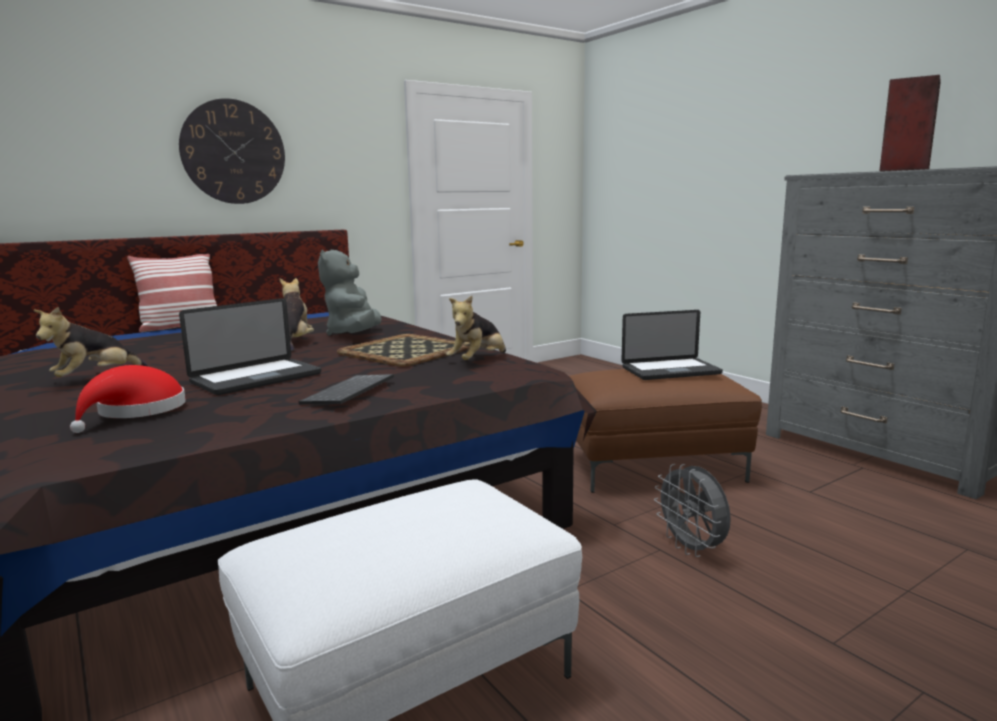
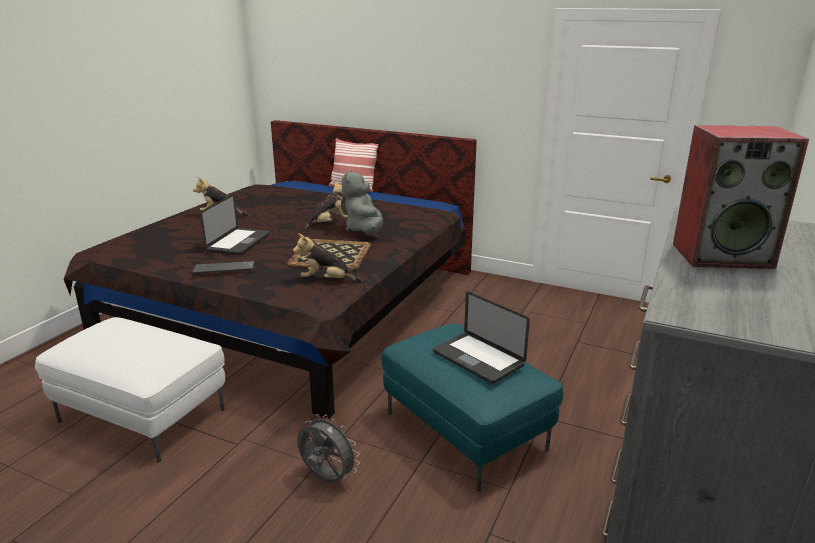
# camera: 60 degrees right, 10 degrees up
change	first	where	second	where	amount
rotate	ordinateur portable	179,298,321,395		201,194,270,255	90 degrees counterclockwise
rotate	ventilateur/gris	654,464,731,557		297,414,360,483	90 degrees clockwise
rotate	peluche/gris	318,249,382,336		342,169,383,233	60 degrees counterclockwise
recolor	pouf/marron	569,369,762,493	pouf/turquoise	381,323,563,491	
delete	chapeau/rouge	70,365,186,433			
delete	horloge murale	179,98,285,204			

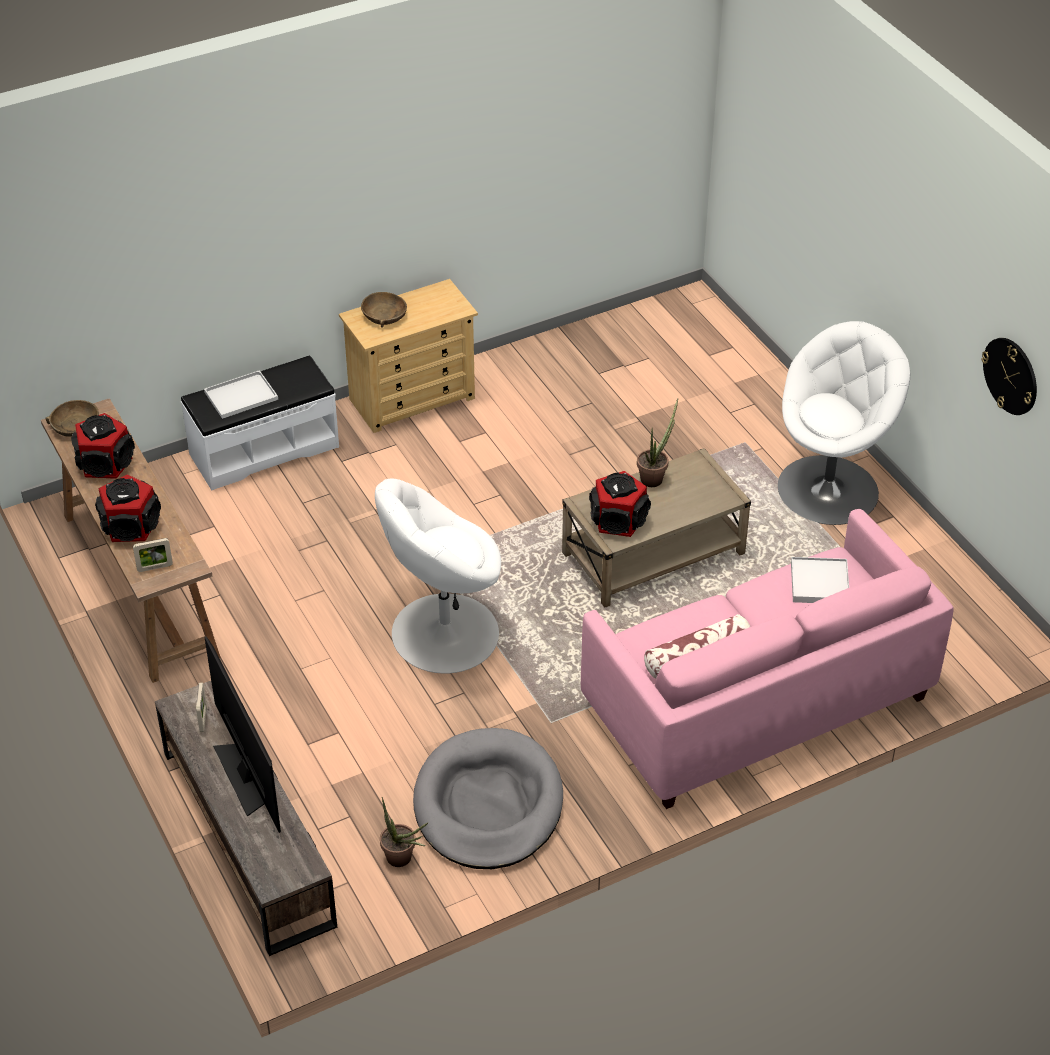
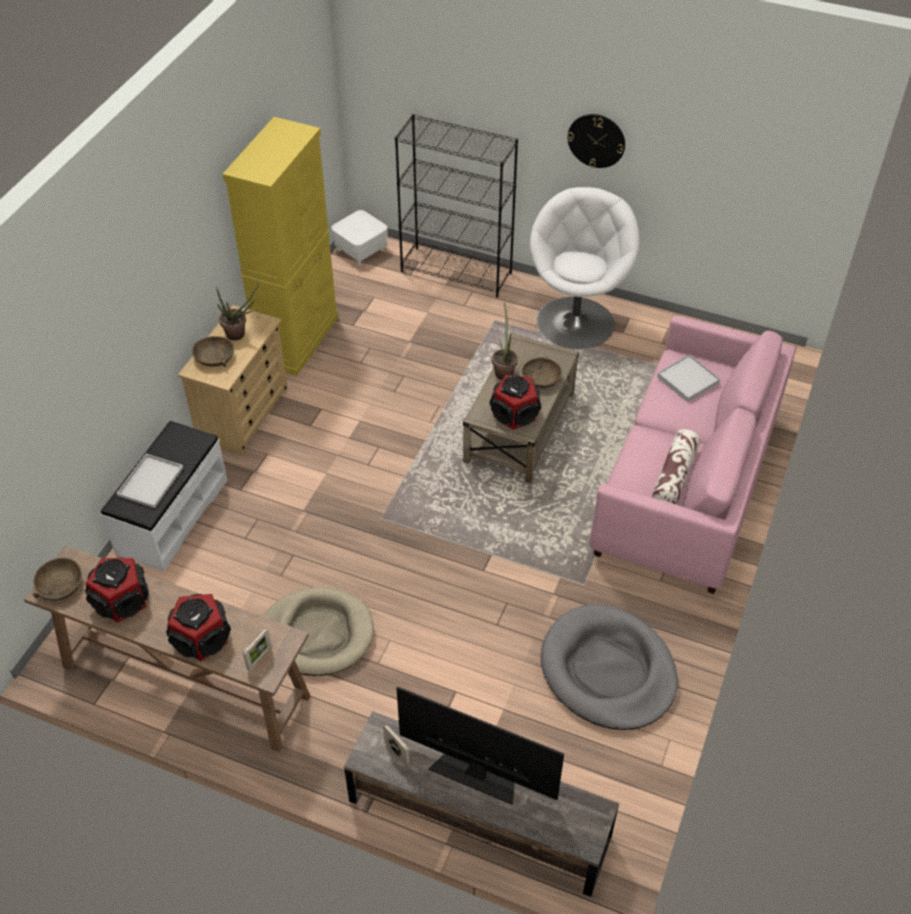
# camera: 40 degrees left, 5 degrees up
change	first	where	second	where	amount
move	plante en pot	380,797,428,867		216,283,259,341	
insert			meuble de rangement/jaune	222,117,338,376	
insert			panier pour chien/beige	264,587,374,676	
insert			pouf/blanc	331,210,388,265	
insert			bibliothèque/noir	395,114,518,298	
insert			bol/marron	522,356,562,388	
move	horloge murale	981,338,1037,415		567,114,625,168	
delete	fauteuil/blanc	375,479,501,674			

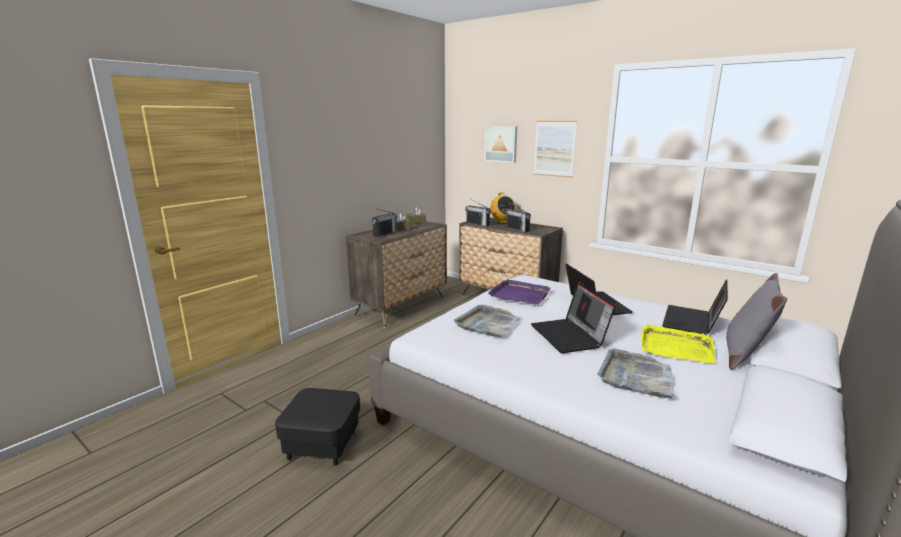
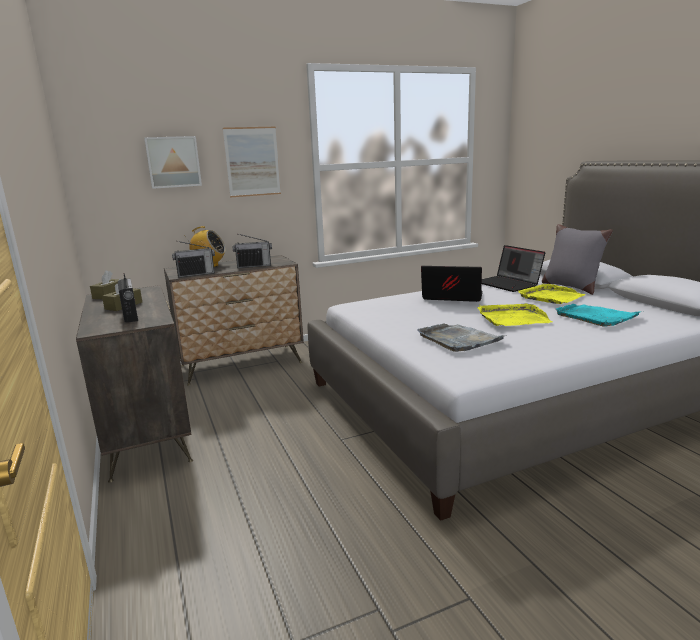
# camera: 60 degrees left, 0 degrees up
change	first	where	second	where	amount
replace	ordinateur portable	531,283,615,353	plateau/jaune	477,303,552,326	
recolor	plateau/gris	597,349,675,399	plateau/turquoise	555,304,642,327	
delete	pouf/noir	275,388,360,466			
delete	plateau/violet	488,279,551,304			

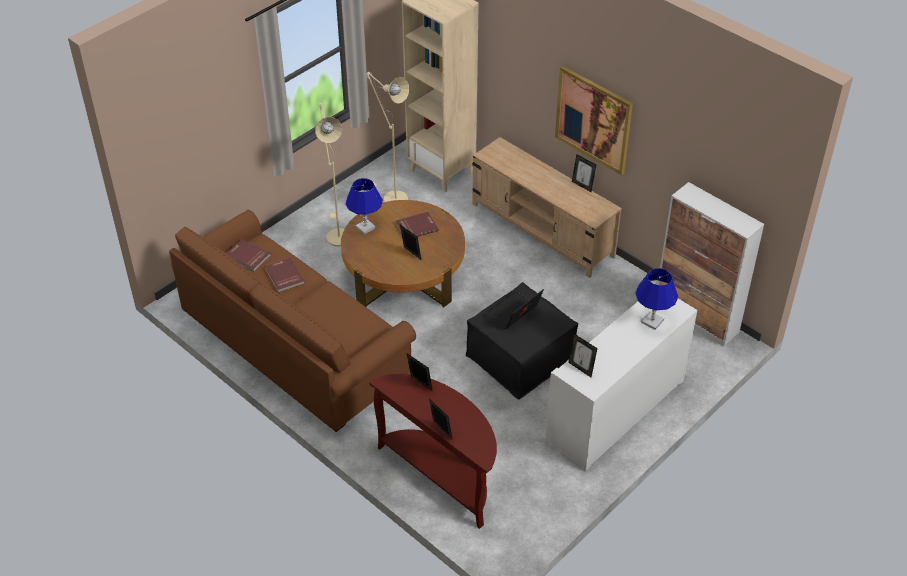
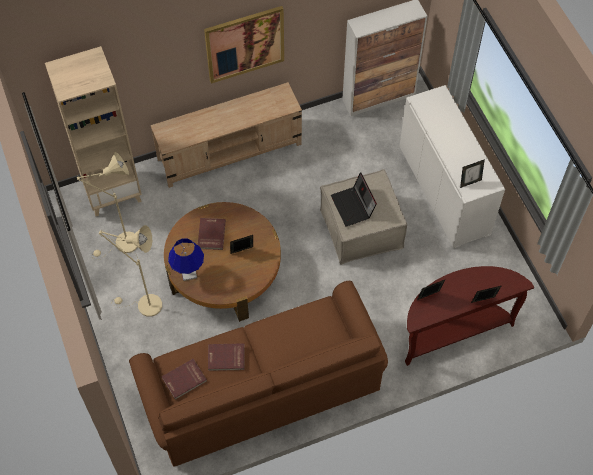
# camera: 65 degrees left, 15 degrees up
change	first	where	second	where	amount
recolor	pouf/noir	466,282,578,399	pouf/beige	320,169,407,265	
delete	cadre photo	572,154,596,192			
delete	lampe de table/bleu	635,268,678,330			

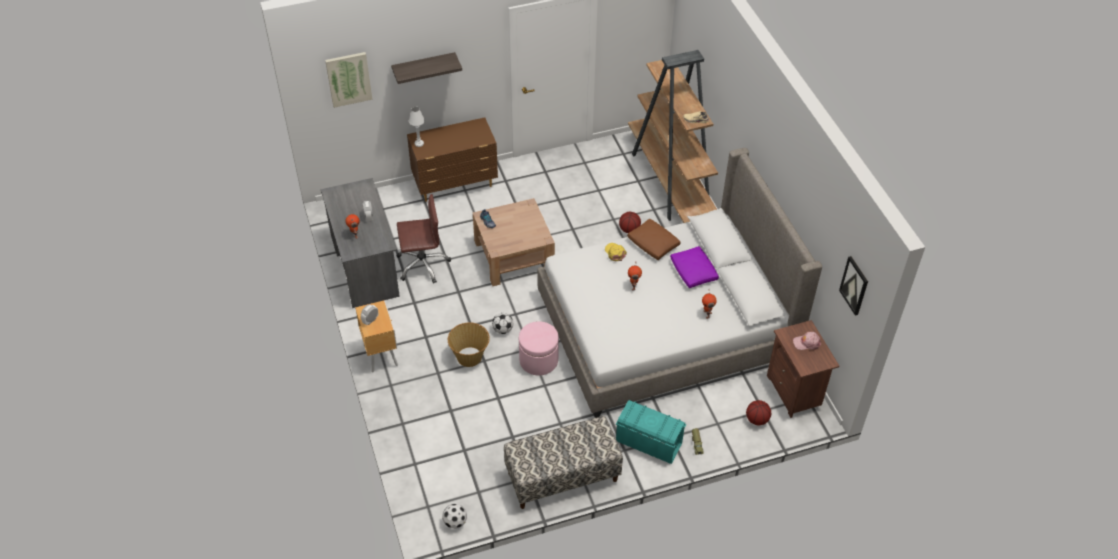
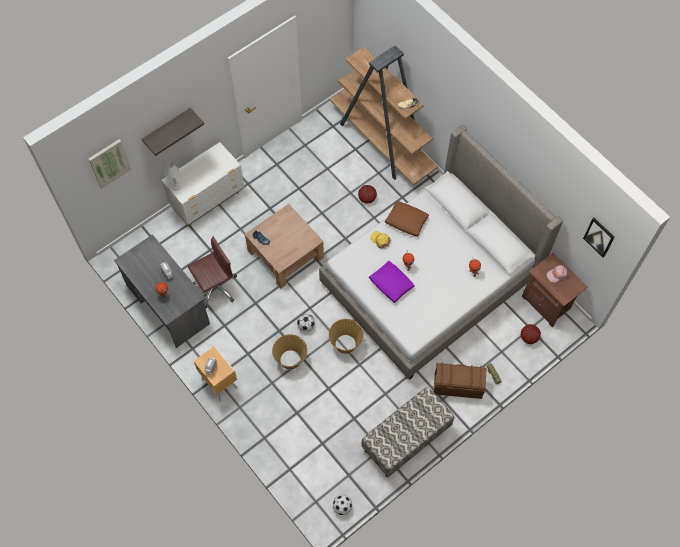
# camera: 20 degrees left, 15 degrees up
change	first	where	second	where	amount
recolor	commode/marron	407,117,498,202	commode/blanc	161,142,244,226	
replace	pouf/rose	519,321,559,375	panier	329,319,363,354	
move	coussin/violet	670,246,719,288		369,260,415,303	
recolor	boîte de rangement/turquoise	616,400,686,464	boîte de rangement/marron	434,362,487,399	

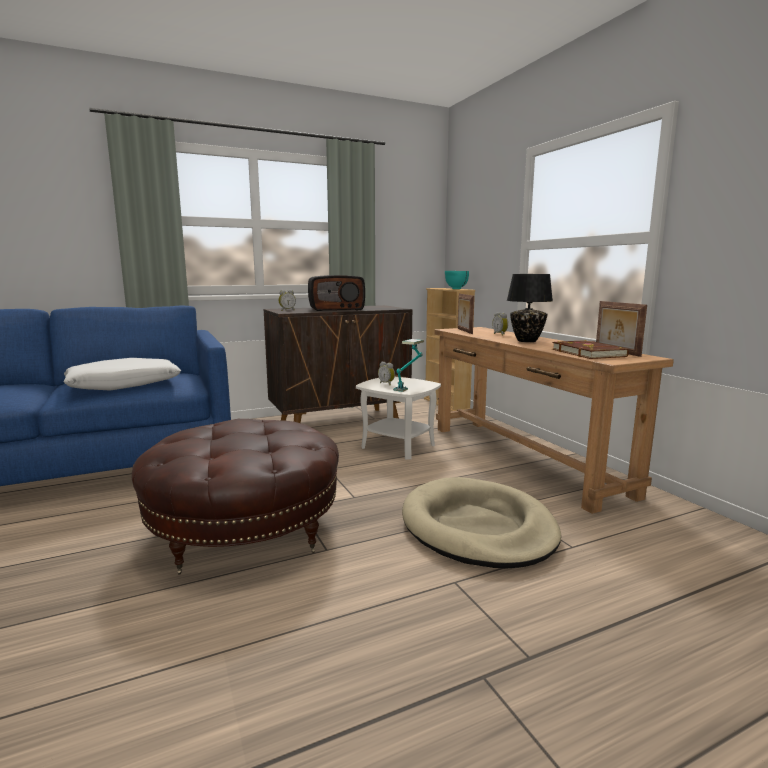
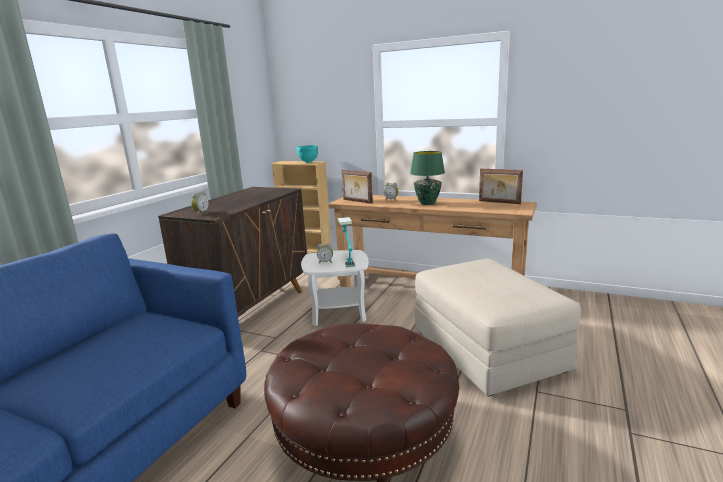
# camera: 40 degrees left, 5 degrees up
change	first	where	second	where	amount
recolor	lampe de table/noir	507,274,553,342	lampe de table/vert	410,151,445,205	
replace	panier pour chien/beige	402,477,561,568	pouf/beige	415,259,581,397	
delete	coussin/blanc	63,358,181,391			
delete	radio	308,275,365,311			
delete	livre/marron	552,340,629,359			

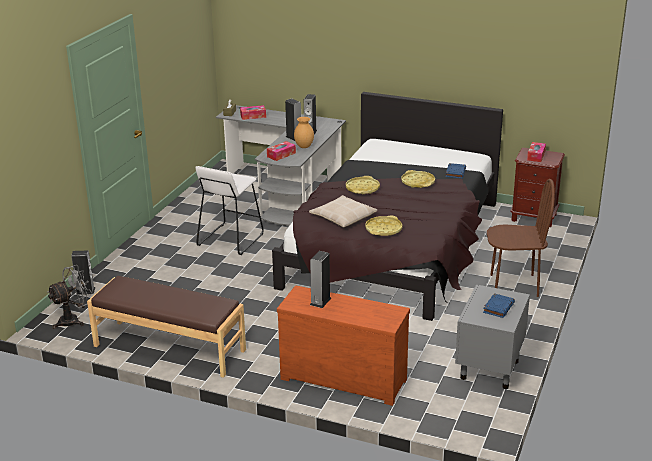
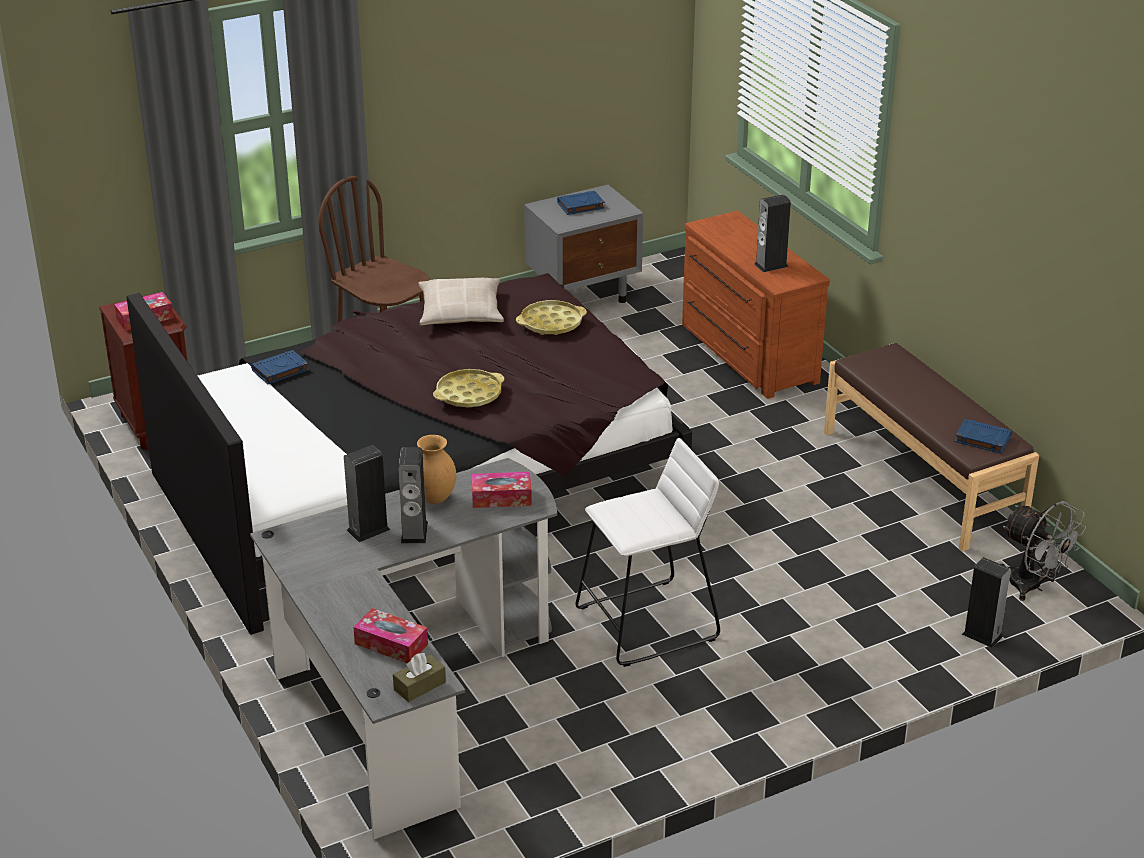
# camera: 140 degrees left, 5 degrees up
change	first	where	second	where	amount
move	coussin/beige	309,195,377,228		419,278,504,325	
insert			livre/bleu	955,419,1012,454	
rotate	ventilateur/gris	47,265,92,329		1001,501,1086,601	135 degrees counterclockwise
delete	plateau/jaune	401,170,435,188			

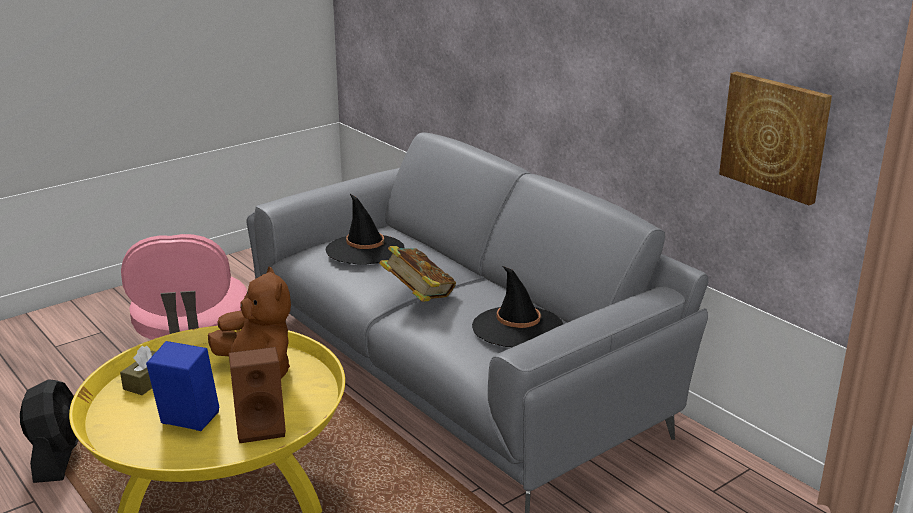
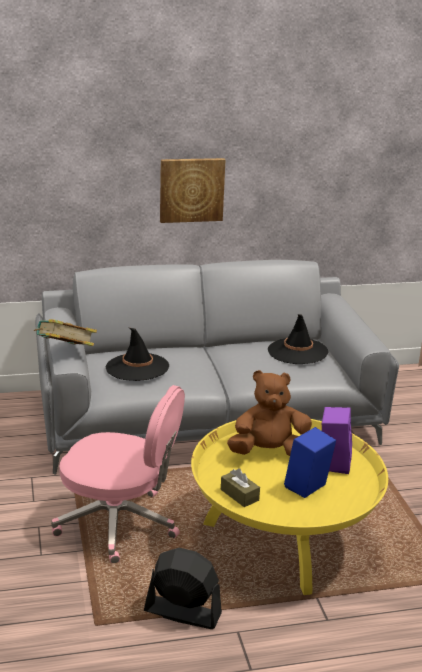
# camera: 65 degrees left, 0 degrees up
change	first	where	second	where	amount
move	livre	379,246,456,302		34,319,97,346	
move	tableau	719,72,832,205		160,158,225,223	
recolor	enceinte/marron	229,347,286,443	enceinte/violet	322,407,352,474	

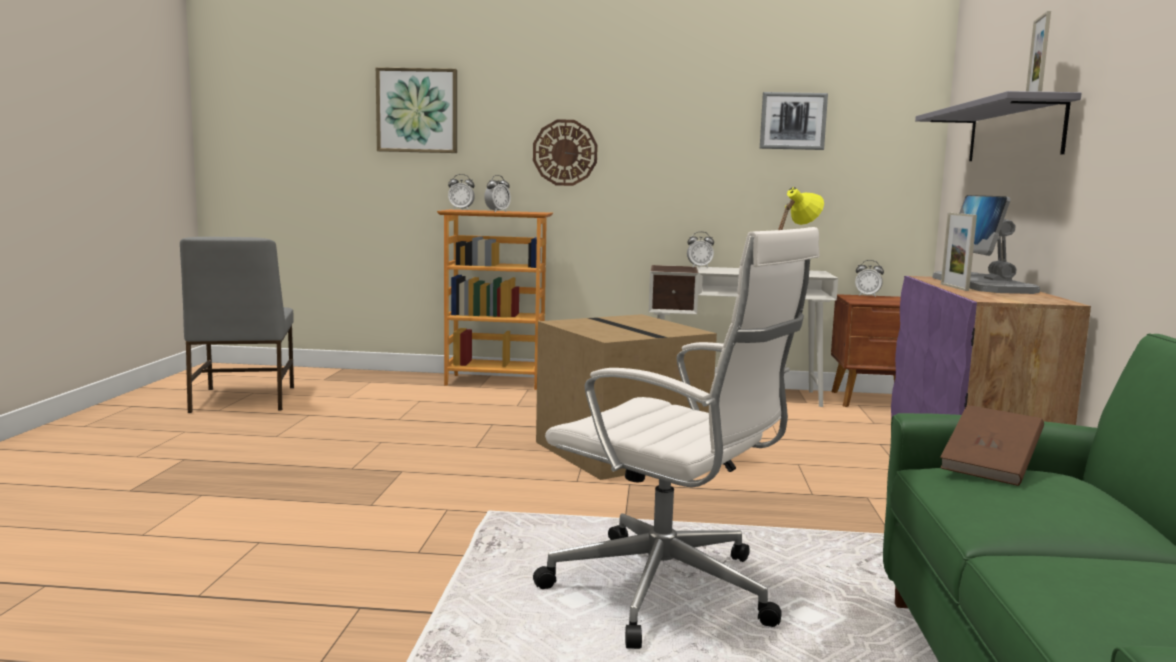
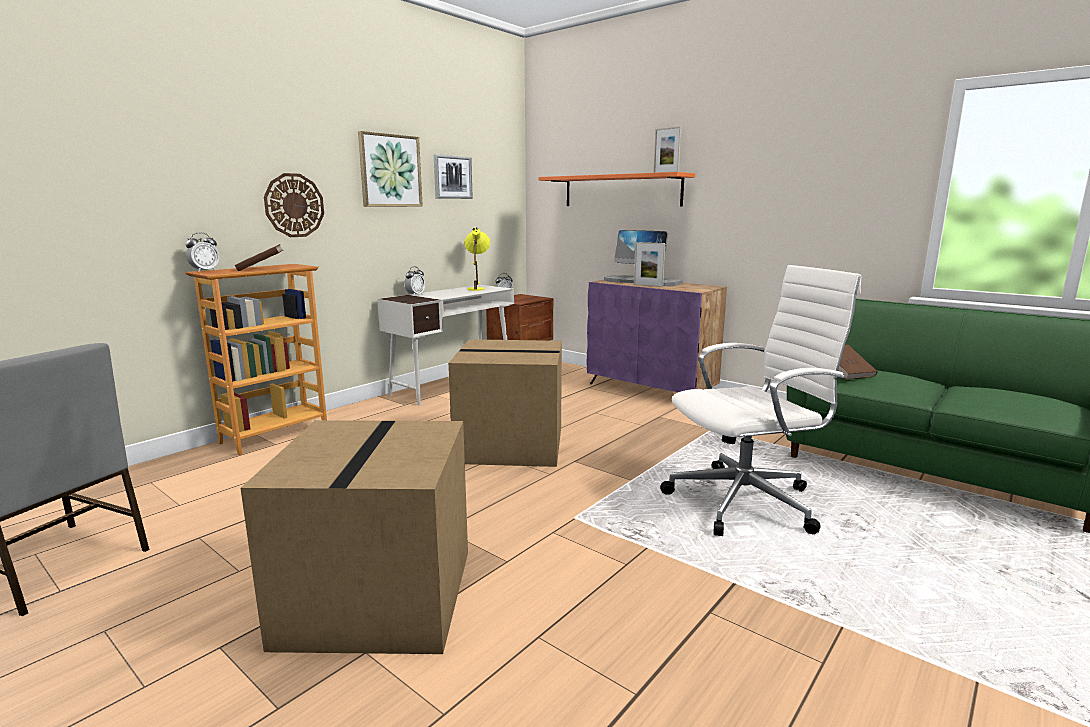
# camera: 55 degrees left, 5 degrees up
change	first	where	second	where	amount
replace	réveil	484,175,511,212	livre/marron	235,244,283,271	
insert			carton	240,420,468,654	
move	tableau	376,67,457,153		358,131,423,207	
recolor	étagère/gris	915,91,1082,161	étagère/orange	539,172,695,207	

